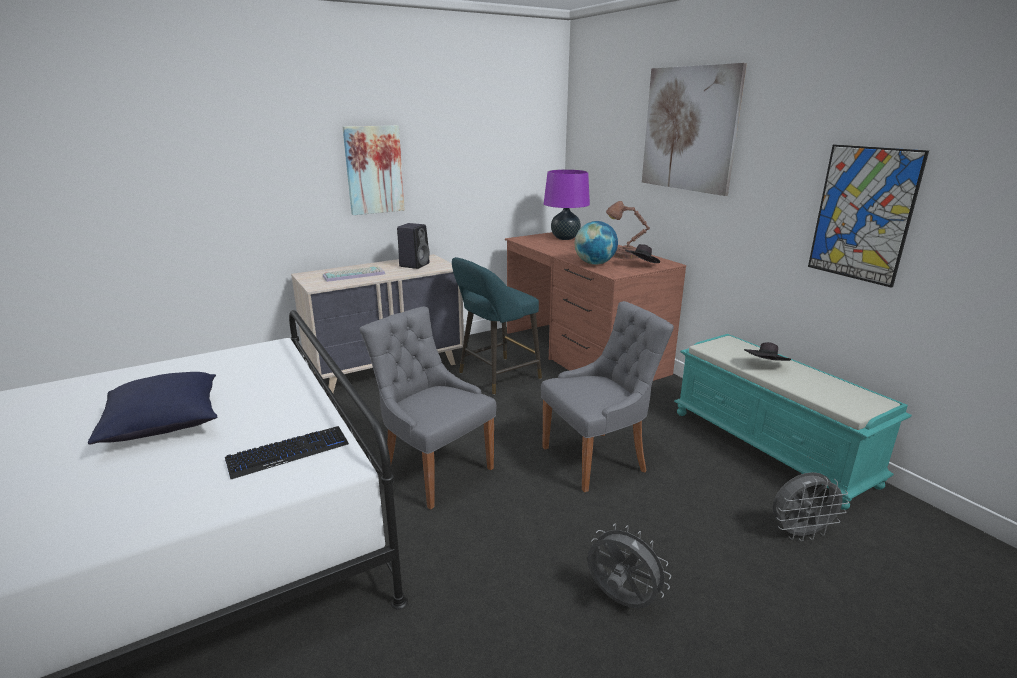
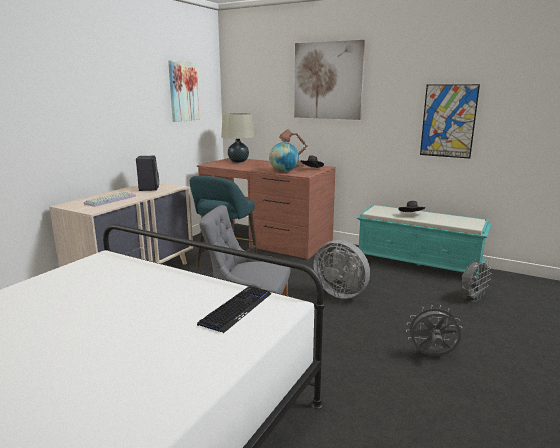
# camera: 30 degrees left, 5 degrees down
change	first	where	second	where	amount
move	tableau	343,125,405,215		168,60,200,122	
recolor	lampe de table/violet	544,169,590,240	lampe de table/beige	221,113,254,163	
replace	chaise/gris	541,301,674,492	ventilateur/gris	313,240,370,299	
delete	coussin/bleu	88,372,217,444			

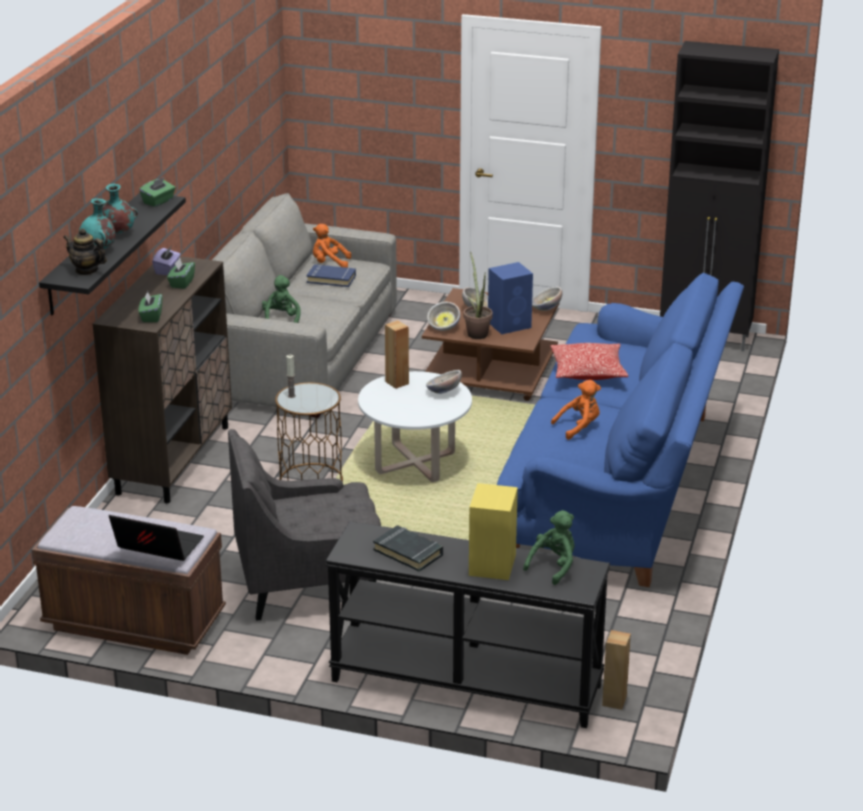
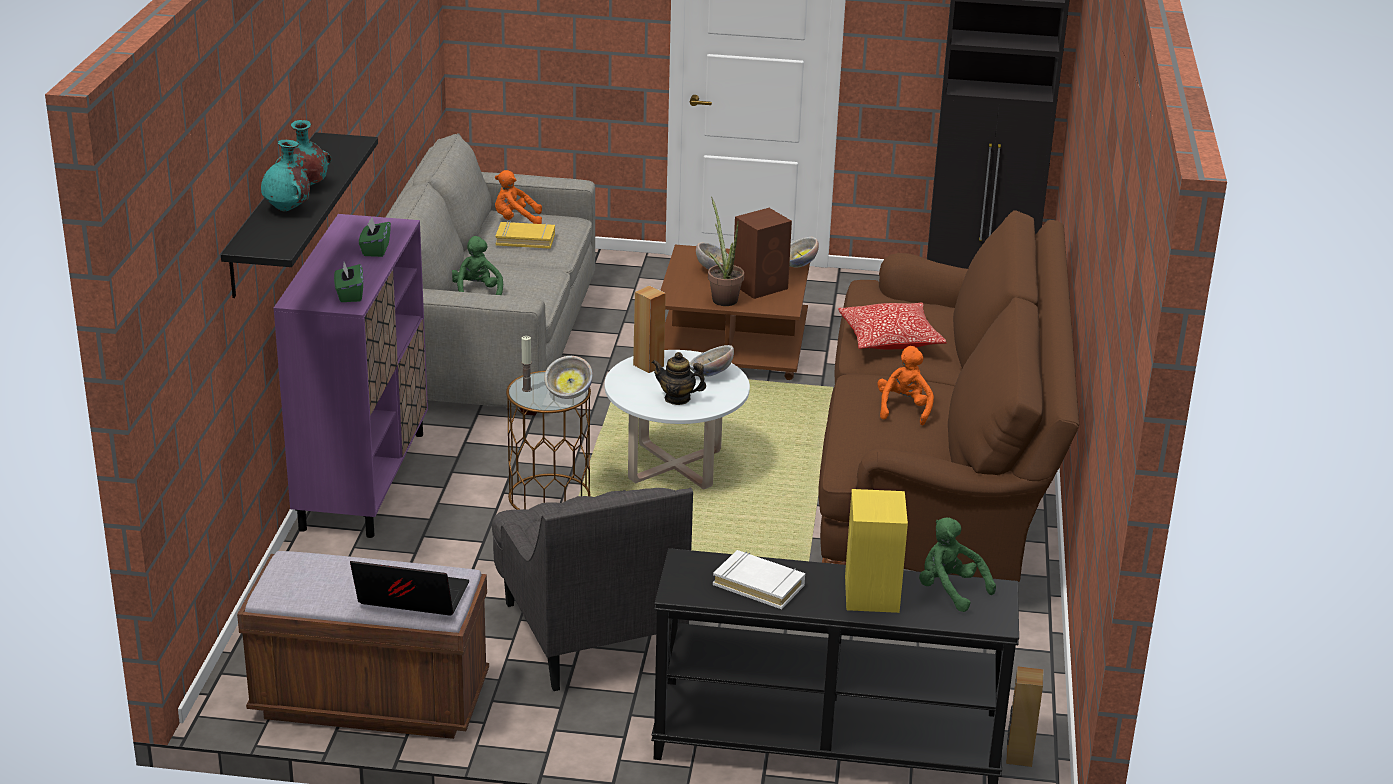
# camera: 10 degrees left, 0 degrees up
change	first	where	second	where	amount
recolor	meuble de rangement/marron	93,256,232,503	meuble de rangement/violet	274,214,428,538	
rotate	fauteuil/gris	228,429,381,621		492,488,693,691	90 degrees counterclockwise
recolor	livre/bleu	306,264,356,287	livre/jaune	495,221,555,249	
move	bol	427,302,461,331		544,356,593,399	
move	théière	63,228,107,275		652,352,706,405	
recolor	livre/noir	373,525,443,572	livre/blanc	713,550,805,609	
recolor	enceinte/bleu	488,262,533,334	enceinte/marron	734,208,792,299	
recolor	canapé/bleu	497,273,744,587	canapé/marron	819,210,1079,582	
rotate	peluche/orange	551,380,601,440		878,346,934,425	45 degrees counterclockwise
rotate	peluche/vert	523,510,575,585		919,517,996,612	75 degrees counterclockwise
delete	boîte à mouchoirs/vert	139,177,175,207			
delete	boîte à mouchoirs/violet	152,247,181,275			

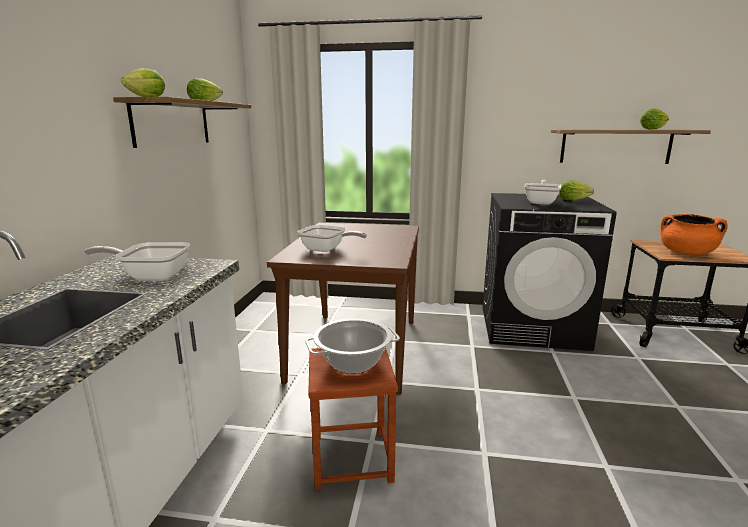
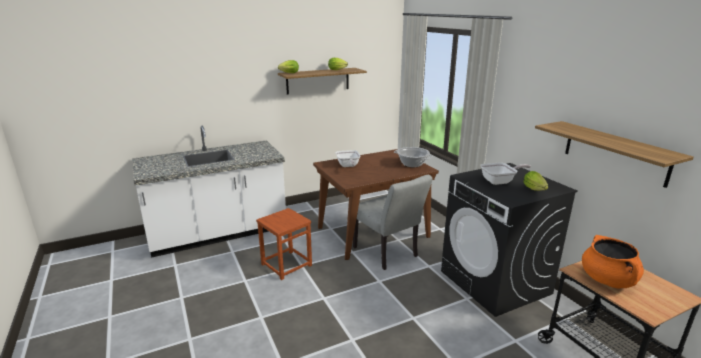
# camera: 55 degrees right, 5 degrees up
change	first	where	second	where	amount
insert			chaise/gris	353,175,432,270	
move	marmite	305,319,400,374		394,147,433,167	
delete	poêle	84,242,190,281			
delete	laitue	640,108,669,130			

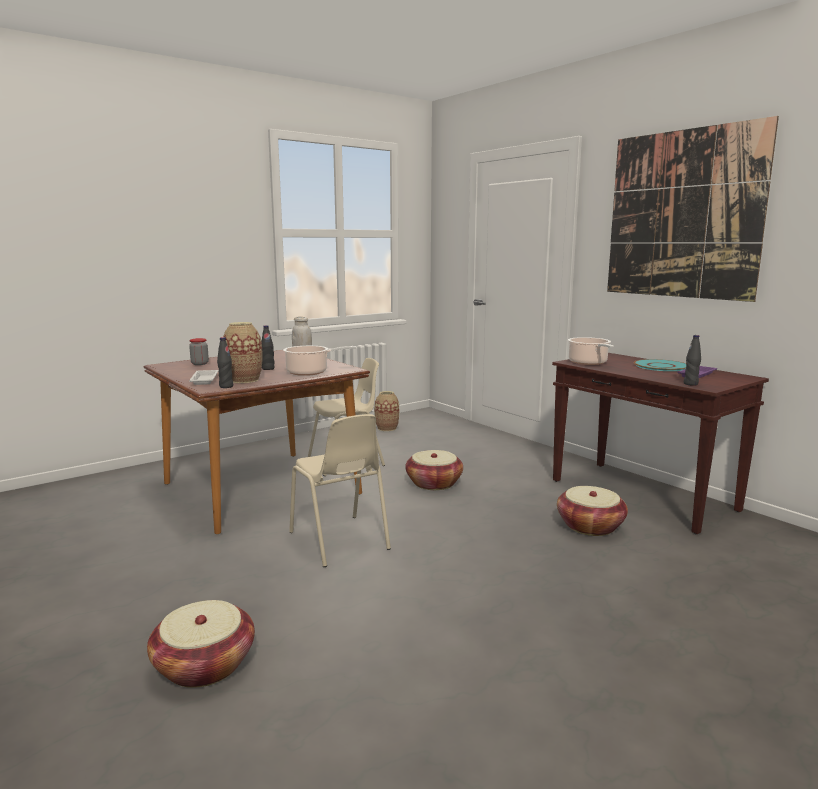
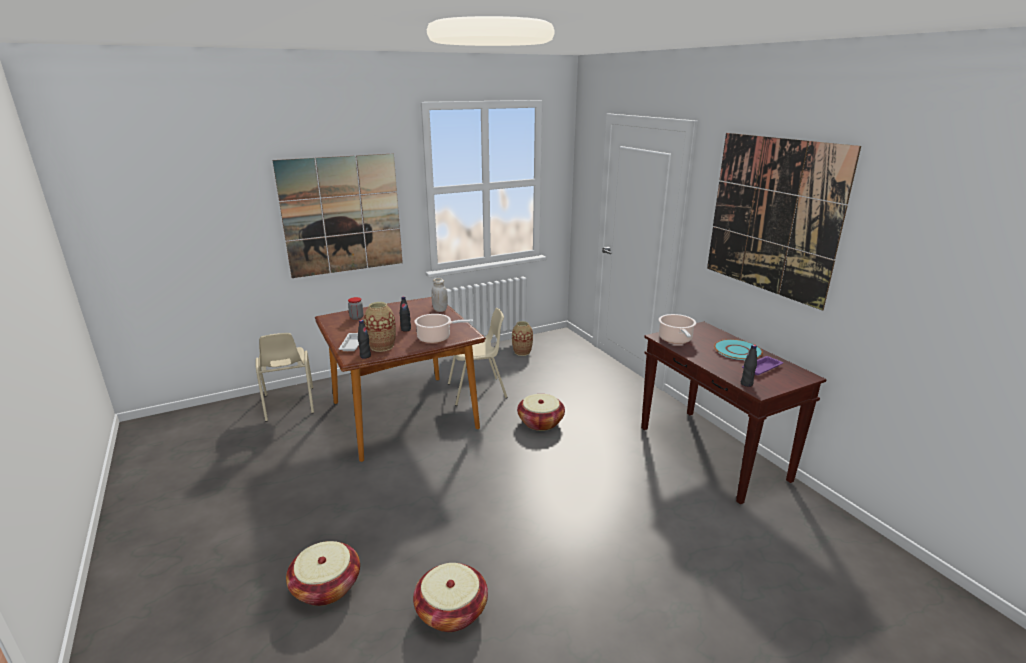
# camera: 10 degrees right, 10 degrees up
change	first	where	second	where	amount
move	chaise/beige	289,414,391,567		256,333,314,422	
insert			tableau	272,154,403,278	
move	panier	557,486,628,536		413,563,488,632	

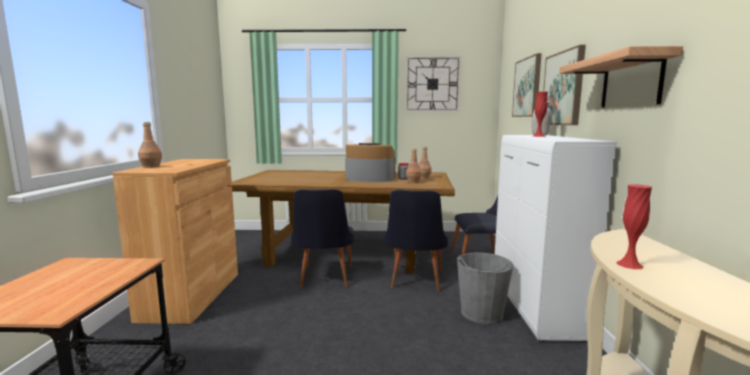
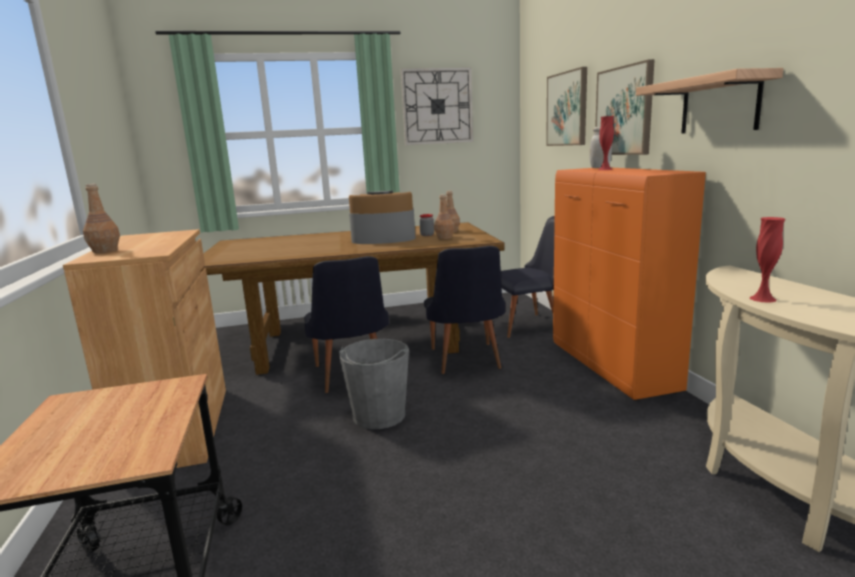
# camera: 15 degrees left, 5 degrees up
change	first	where	second	where	amount
move	seau/gris	457,252,513,324		339,339,409,429	
recolor	meuble de rangement/blanc	495,135,617,342	meuble de rangement/orange	553,167,706,401	

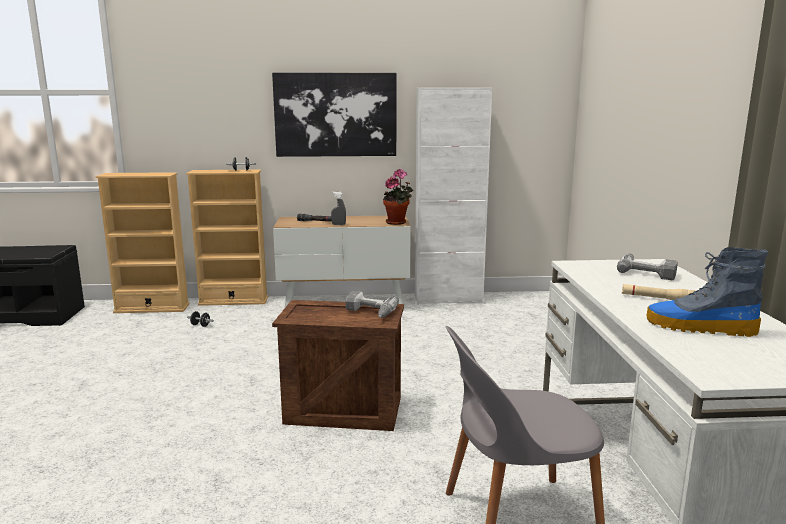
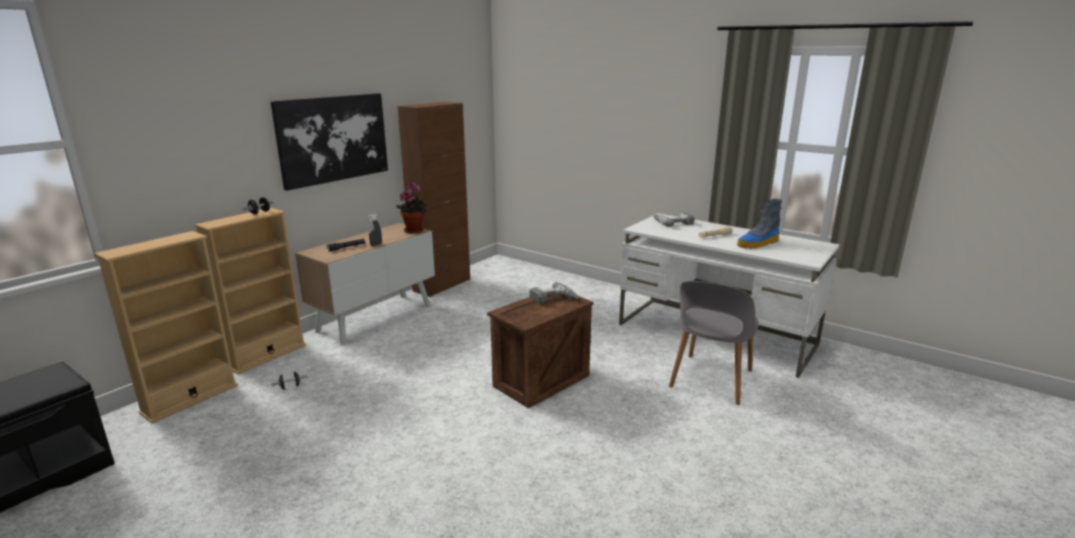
# camera: 50 degrees left, 5 degrees up
change	first	where	second	where	amount
recolor	meuble de rangement/blanc	415,88,492,305	meuble de rangement/marron	398,102,470,297	

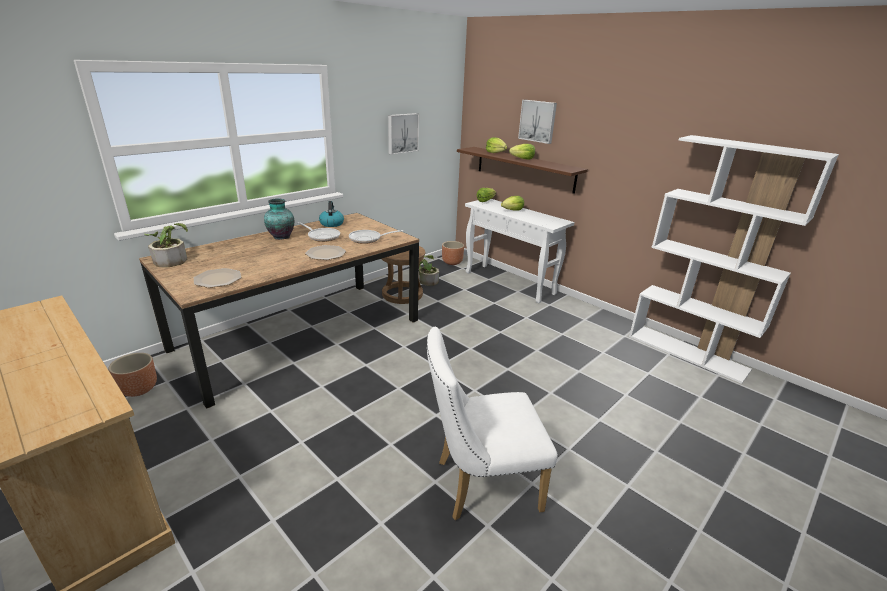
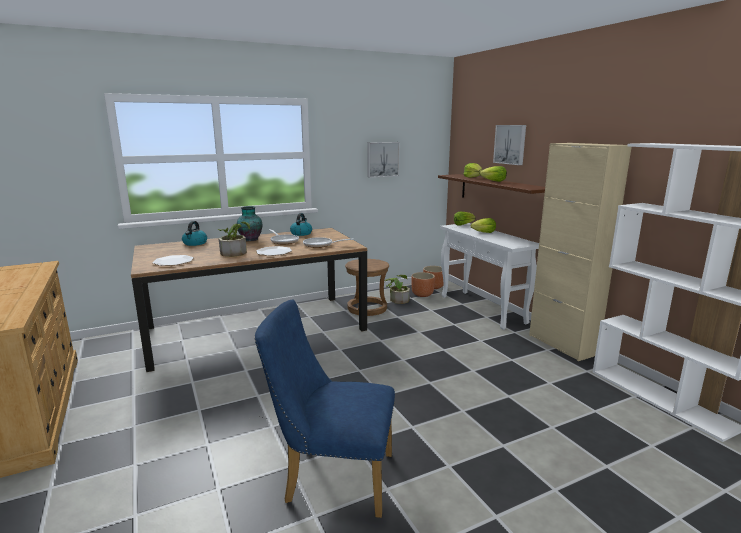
# camera: 20 degrees right, 10 degrees down
change	first	where	second	where	amount
insert			bouilloire	182,221,207,246	
move	plante en pot	144,223,188,267		218,222,250,257	
recolor	chaise/blanc	427,327,558,521	chaise/bleu	254,299,395,518	
move	cache-pot/marron	108,353,157,397		412,272,435,297	
insert			meuble de rangement/beige	529,143,632,361	

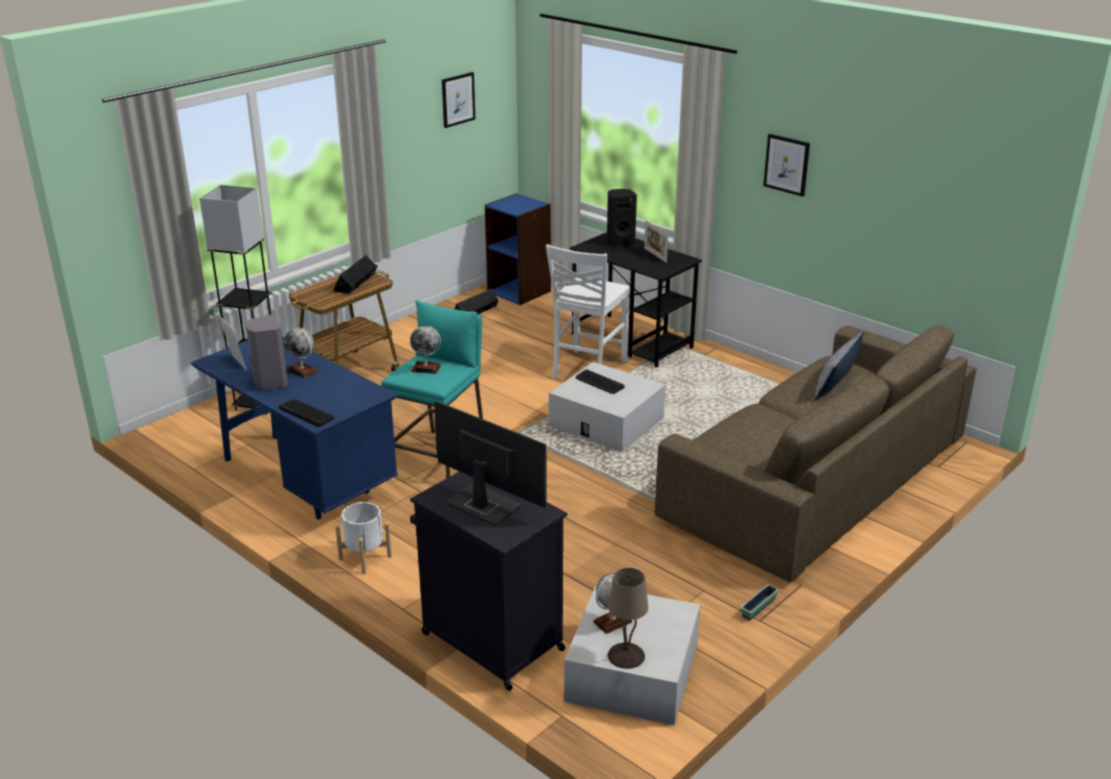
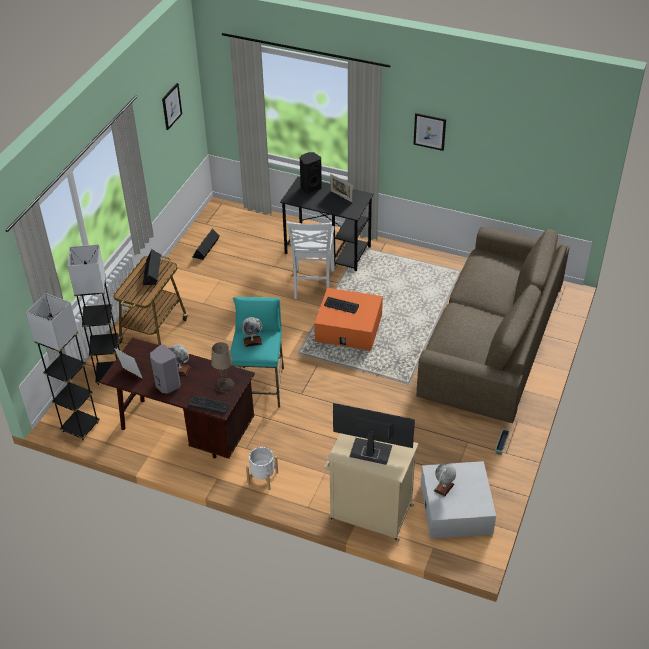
# camera: 20 degrees left, 15 degrees up
change	first	where	second	where	amount
insert			lampadaire/gris	26,293,100,440	
recolor	bureau/bleu	191,336,398,519	bureau/marron	100,338,255,459	
move	lampe de table/beige	608,568,648,669		211,342,235,393	
recolor	boîte de rangement/blanc	549,362,666,452	boîte de rangement/orange	314,288,383,351	
recolor	meuble de rangement/noir	410,471,567,691	meuble de rangement/beige	325,433,419,542	
delete	bibliothèque/bleu	485,193,551,305			
delete	coussin	814,331,863,401			

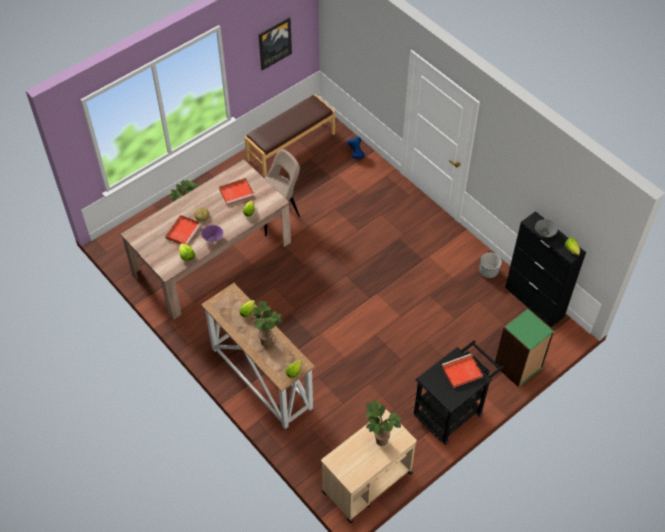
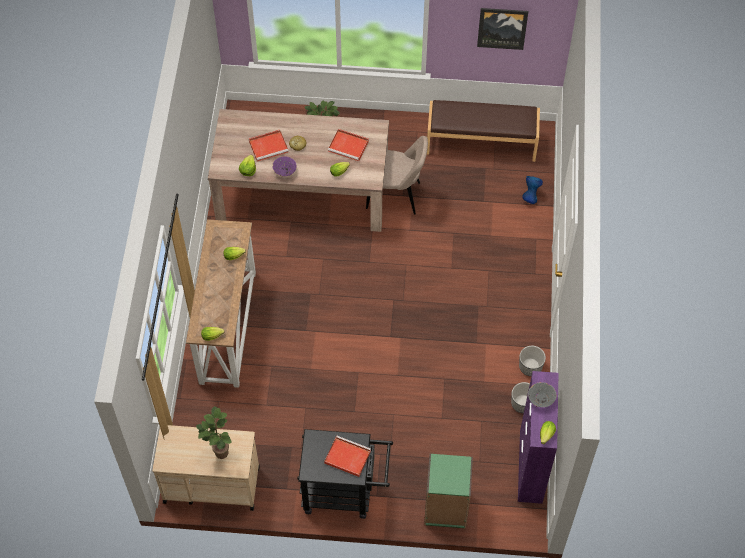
# camera: 45 degrees right, 5 degrees up
change	first	where	second	where	amount
recolor	meuble de rangement/noir	505,211,586,327	meuble de rangement/violet	518,371,559,504	
insert			cache-pot	519,346,546,376	
delete	plante en pot	252,301,282,346			

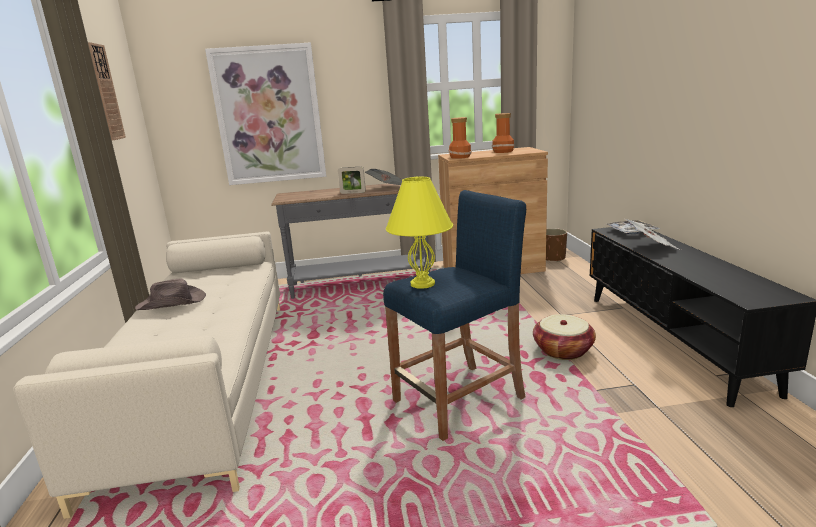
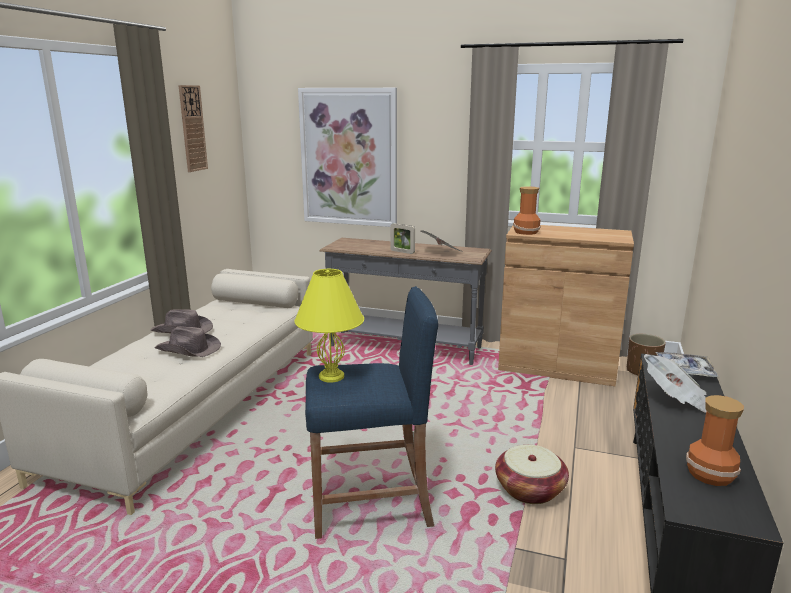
# camera: 25 degrees right, 0 degrees up
change	first	where	second	where	amount
insert			chapeau/marron	154,326,221,357	
move	vase	492,113,515,153		686,395,744,486	

